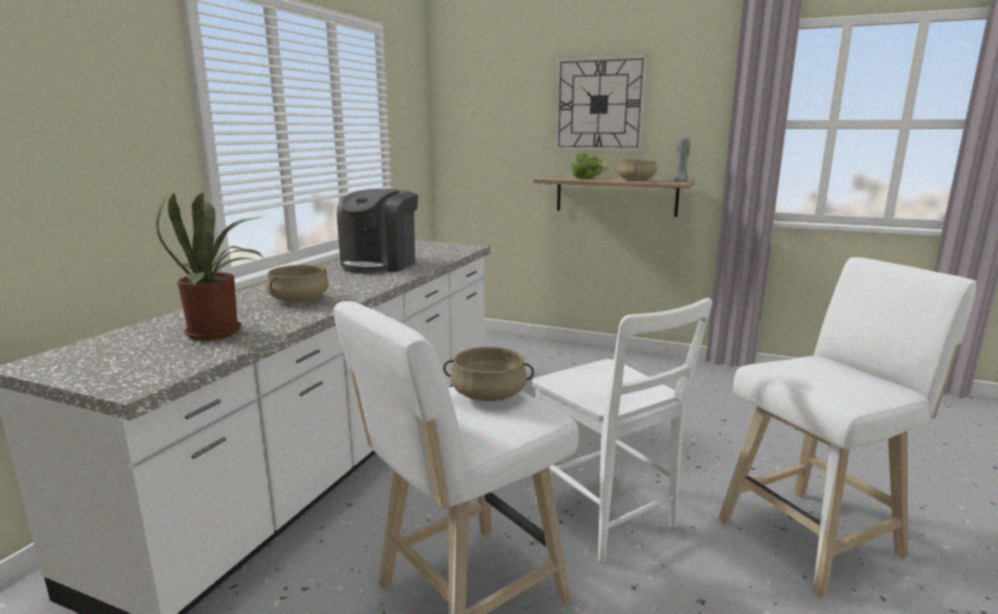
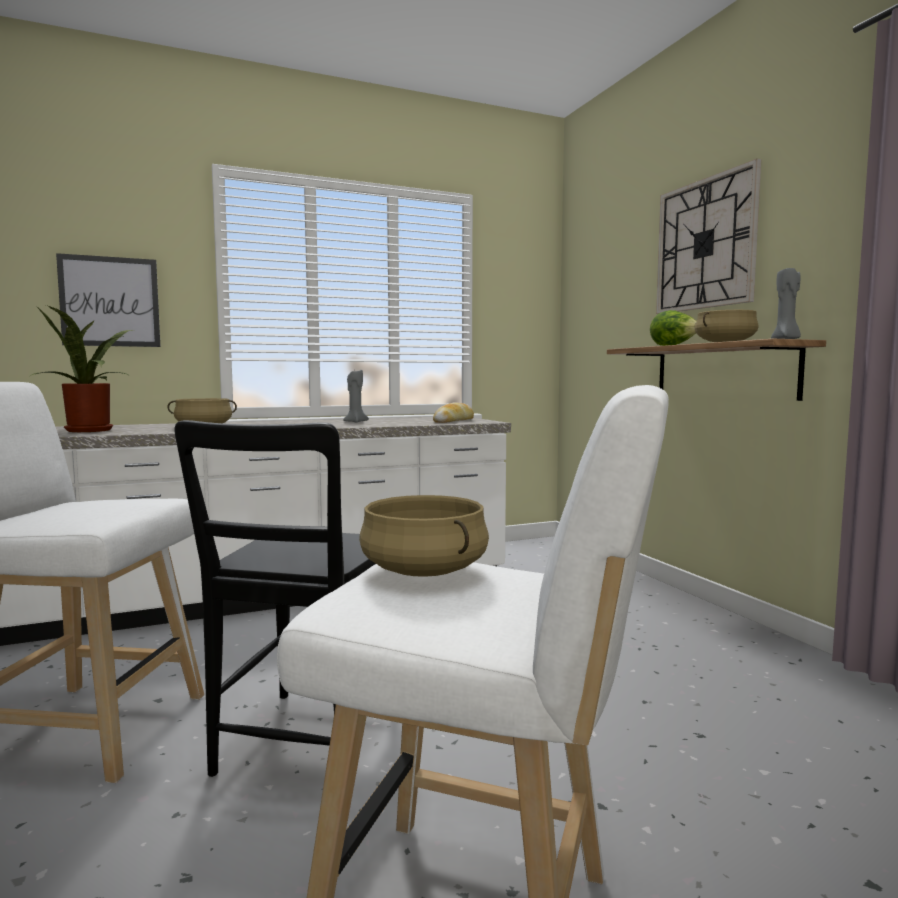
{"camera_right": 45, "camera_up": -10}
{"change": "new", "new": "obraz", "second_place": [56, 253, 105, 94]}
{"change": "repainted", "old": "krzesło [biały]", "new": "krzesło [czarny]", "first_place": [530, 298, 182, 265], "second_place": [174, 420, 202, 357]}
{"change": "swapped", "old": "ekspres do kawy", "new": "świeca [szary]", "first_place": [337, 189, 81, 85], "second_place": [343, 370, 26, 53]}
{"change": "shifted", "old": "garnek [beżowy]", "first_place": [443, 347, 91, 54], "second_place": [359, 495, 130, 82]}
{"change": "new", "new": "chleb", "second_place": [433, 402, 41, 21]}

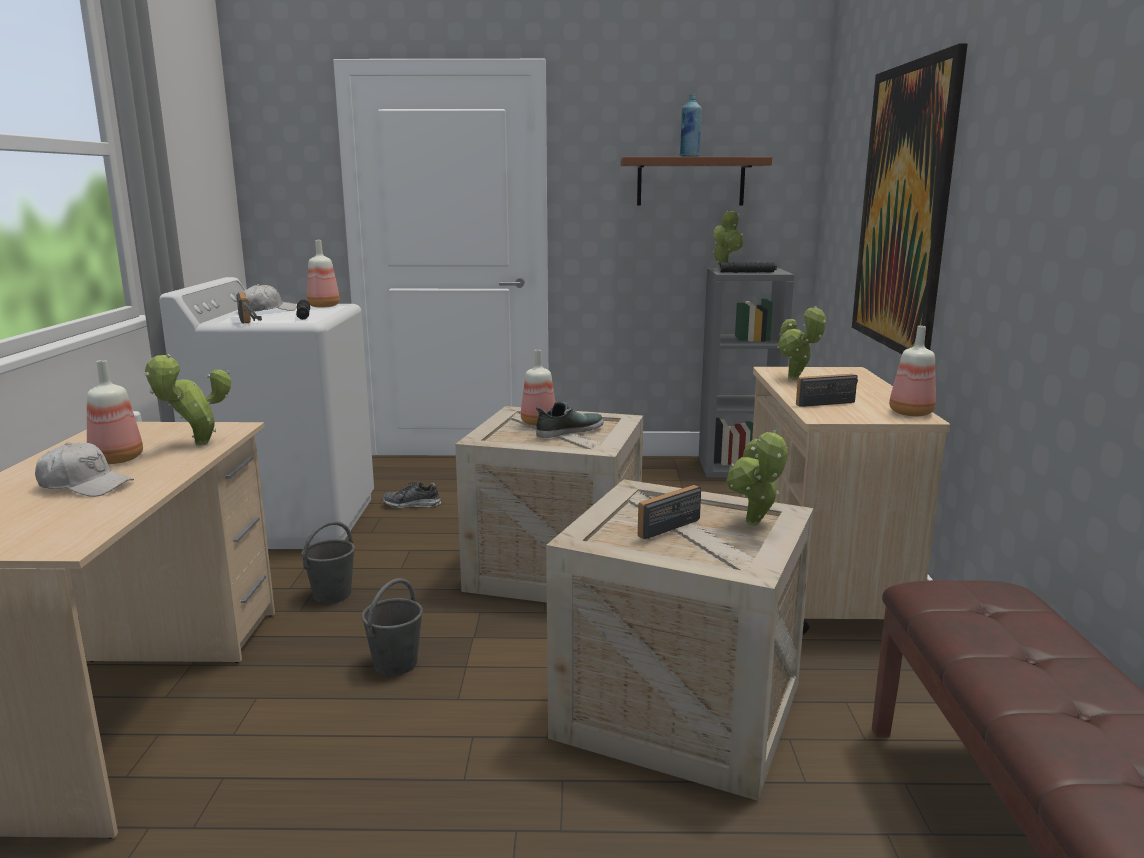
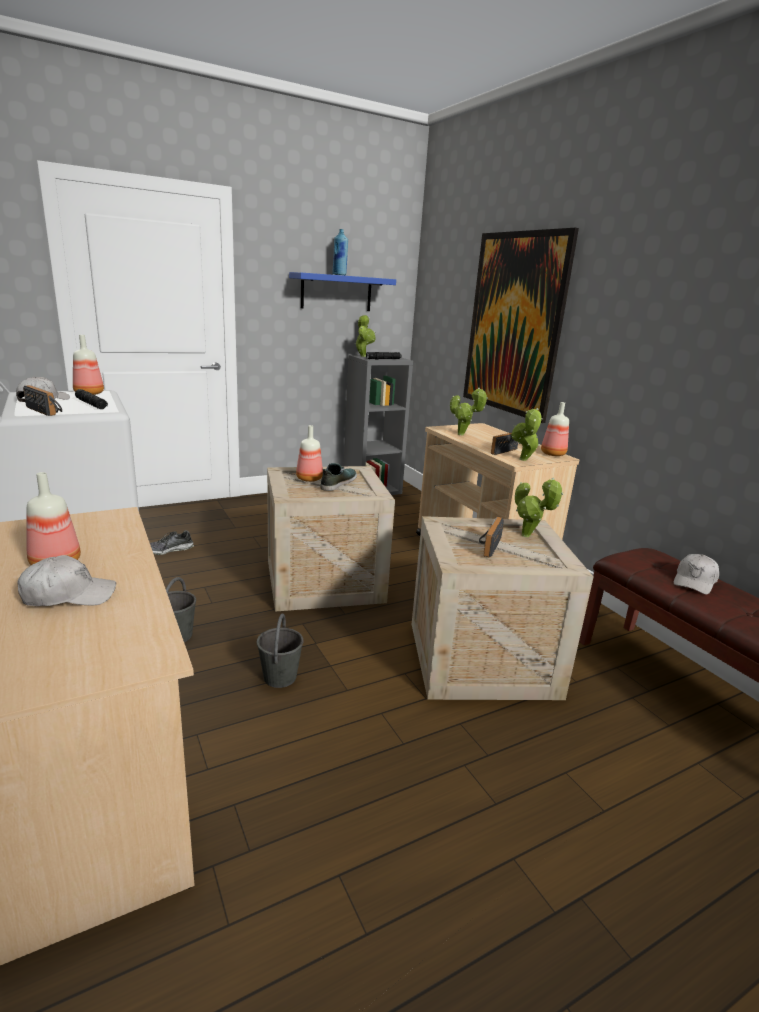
{"camera_right": -30, "camera_up": 5}
{"change": "repainted", "old": "półka [brązowy]", "new": "półka [niebieski]", "first_place": [621, 157, 151, 49], "second_place": [289, 272, 107, 39]}
{"change": "shifted", "old": "roślina doniczkowa", "first_place": [145, 354, 86, 91], "second_place": [511, 408, 31, 53]}
{"change": "new", "new": "czapka z daszkiem [biały]", "second_place": [674, 554, 45, 41]}

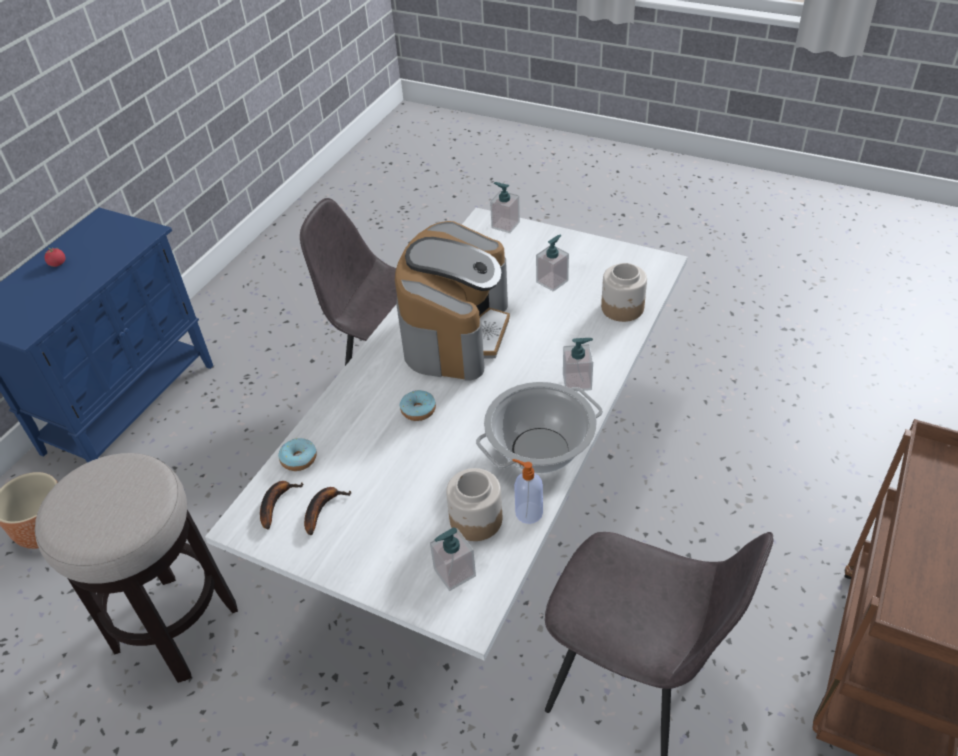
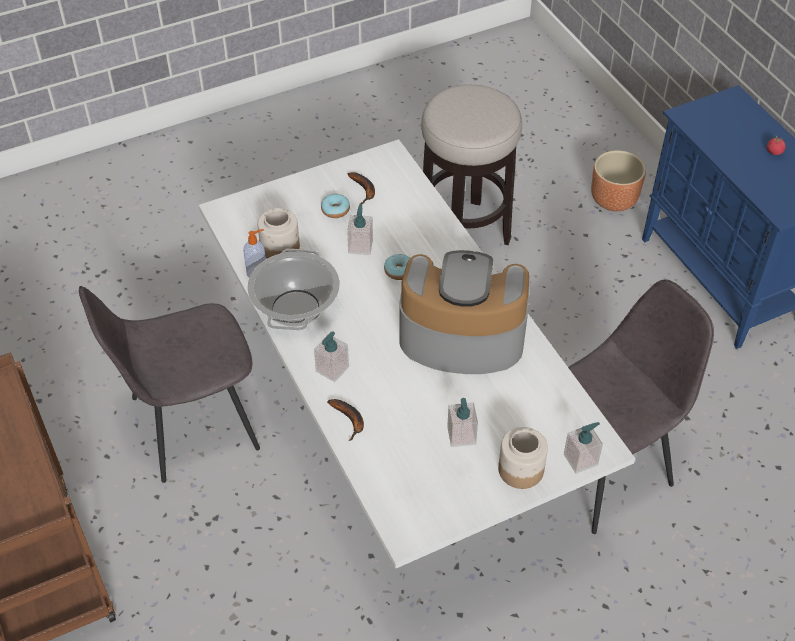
{"camera_right": 125, "camera_up": 5}
{"change": "shifted", "old": "donut", "first_place": [278, 438, 39, 33], "second_place": [321, 194, 29, 24]}
{"change": "shifted", "old": "banan", "first_place": [260, 481, 44, 48], "second_place": [327, 399, 37, 42]}
{"change": "shifted", "old": "dozownik mydła", "first_place": [430, 527, 46, 64], "second_place": [347, 204, 26, 51]}
{"change": "rotated", "old": "ekspres do kawy", "first_place": [395, 221, 115, 160], "second_place": [399, 250, 131, 124], "degrees": 135}
{"change": "shifted", "old": "słoik", "first_place": [601, 263, 46, 59], "second_place": [498, 427, 50, 62]}

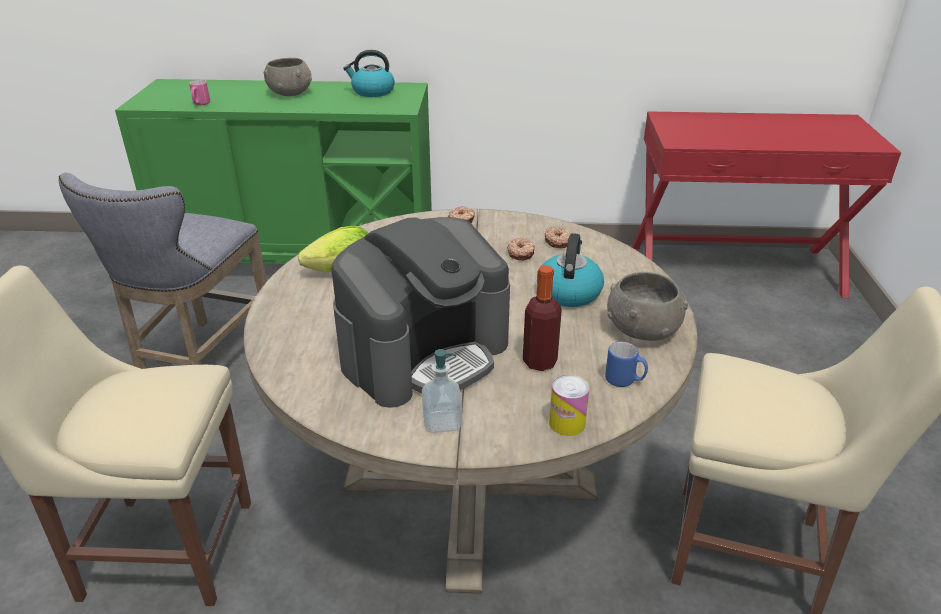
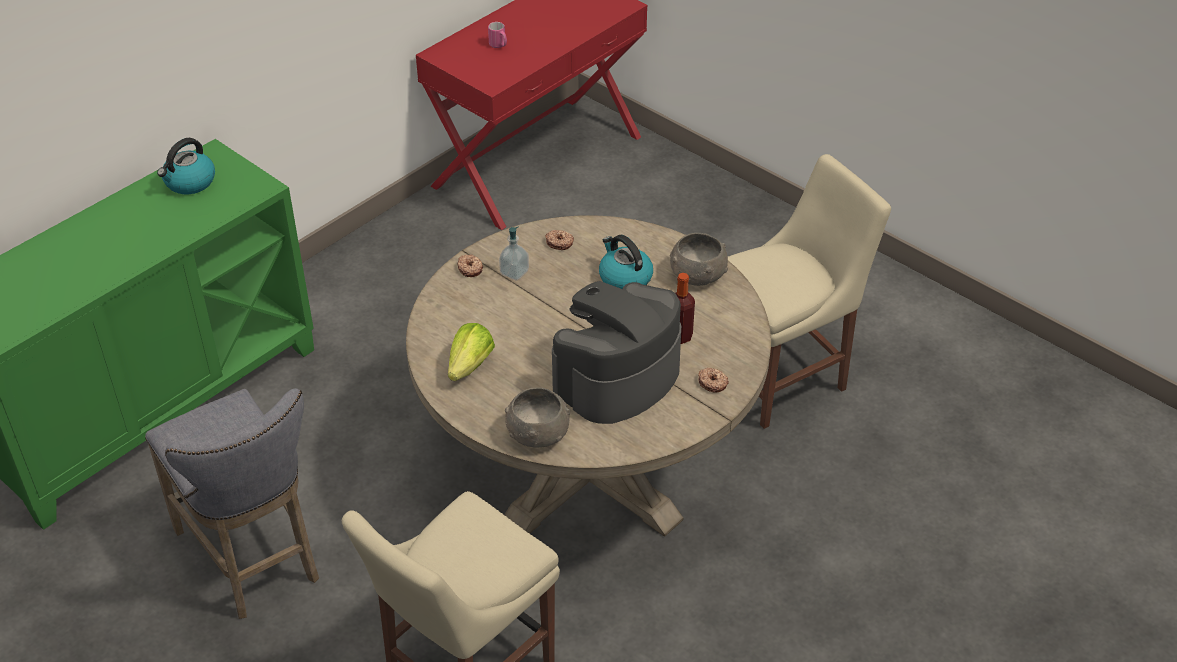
{"camera_right": -50, "camera_up": 10}
{"change": "shifted", "old": "kubek [różowy]", "first_place": [189, 80, 21, 25], "second_place": [488, 22, 19, 26]}
{"change": "shifted", "old": "dozownik mydła", "first_place": [422, 349, 40, 84], "second_place": [499, 227, 30, 54]}
{"change": "shifted", "old": "miska [szary]", "first_place": [264, 58, 48, 38], "second_place": [505, 387, 65, 60]}
{"change": "rotated", "old": "ekspres do kawy", "first_place": [331, 217, 179, 191], "second_place": [552, 281, 129, 143], "degrees": -135}
{"change": "shifted", "old": "donut", "first_place": [507, 238, 28, 22], "second_place": [698, 368, 31, 25]}
{"change": "gone", "old": "puszka", "first_place": [549, 374, 41, 62]}
{"change": "gone", "old": "kubek [niebieski]", "first_place": [605, 341, 43, 46]}

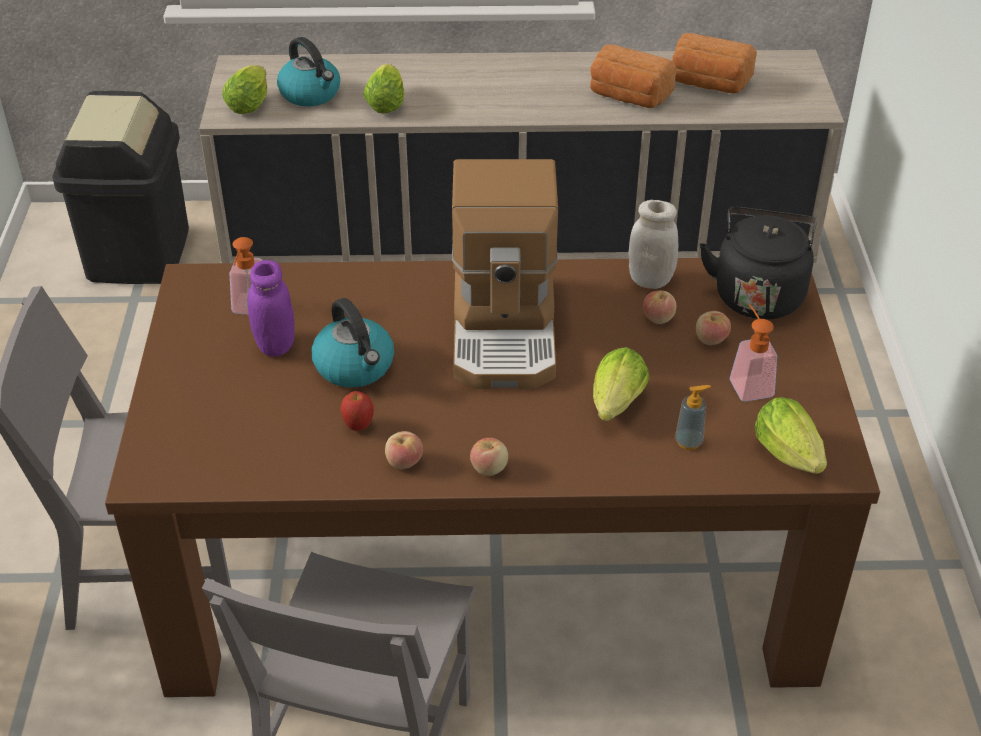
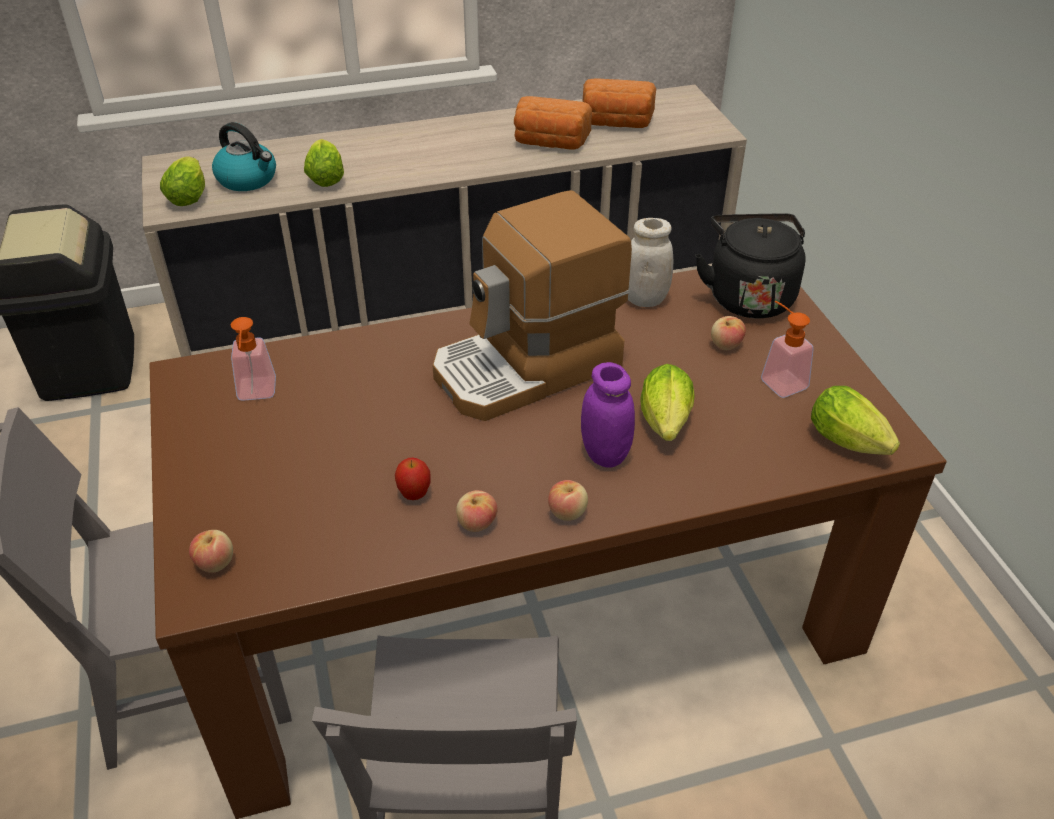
{"camera_right": -15, "camera_up": 0}
{"change": "shifted", "old": "jabłko", "first_place": [643, 291, 33, 33], "second_place": [189, 530, 44, 43]}
{"change": "rotated", "old": "ekspres do kawy", "first_place": [452, 159, 106, 230], "second_place": [432, 190, 200, 231], "degrees": 75}
{"change": "shifted", "old": "słoik [fioletowy]", "first_place": [247, 260, 48, 97], "second_place": [581, 362, 54, 105]}
{"change": "gone", "old": "czajnik", "first_place": [311, 298, 83, 90]}
{"change": "gone", "old": "dozownik mydła", "first_place": [675, 385, 36, 65]}

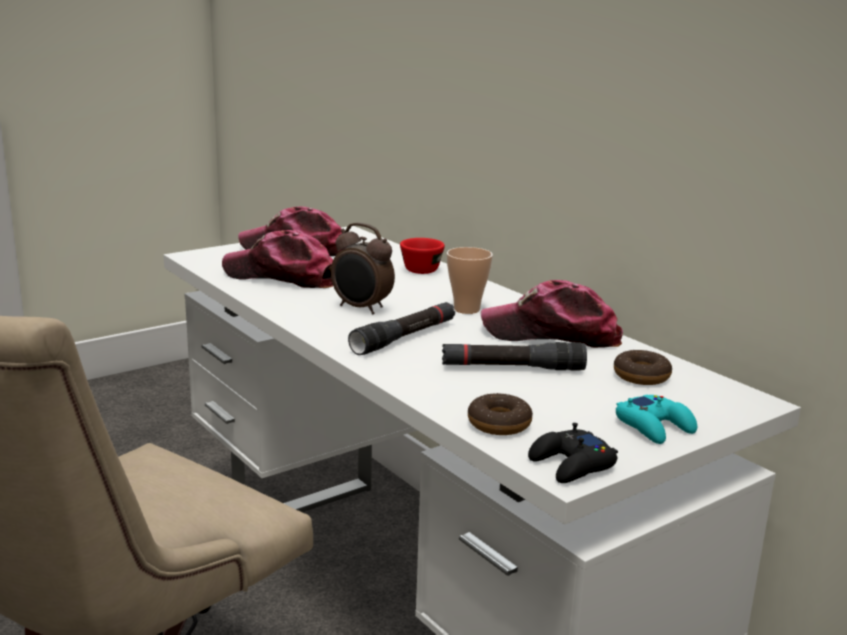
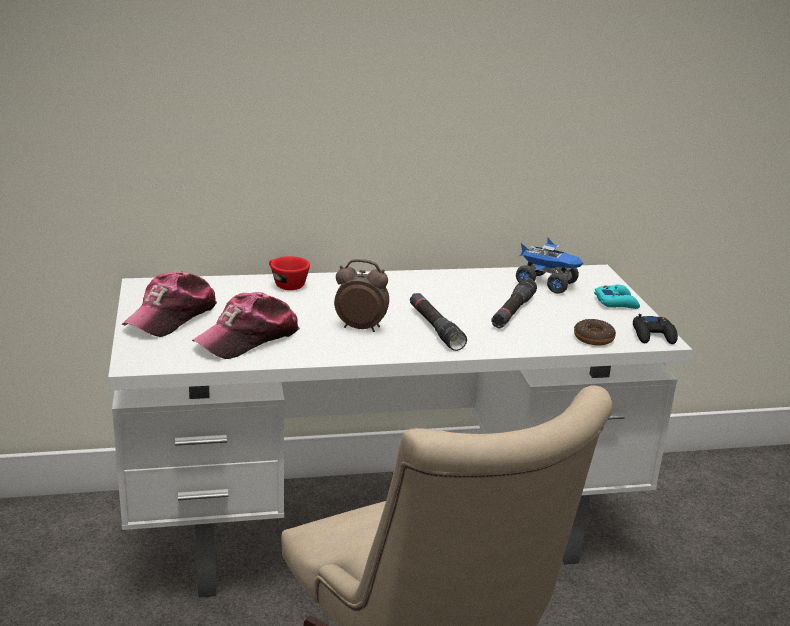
{"camera_right": -65, "camera_up": 5}
{"change": "rotated", "old": "budzik", "first_place": [331, 223, 64, 91], "second_place": [334, 259, 55, 73], "degrees": -135}
{"change": "swapped", "old": "donut", "new": "ciężarówka zabawkowa", "first_place": [614, 350, 58, 35], "second_place": [516, 237, 67, 57]}
{"change": "gone", "old": "filiżanka", "first_place": [447, 247, 46, 67]}
{"change": "gone", "old": "czapka z daszkiem", "first_place": [481, 280, 142, 68]}

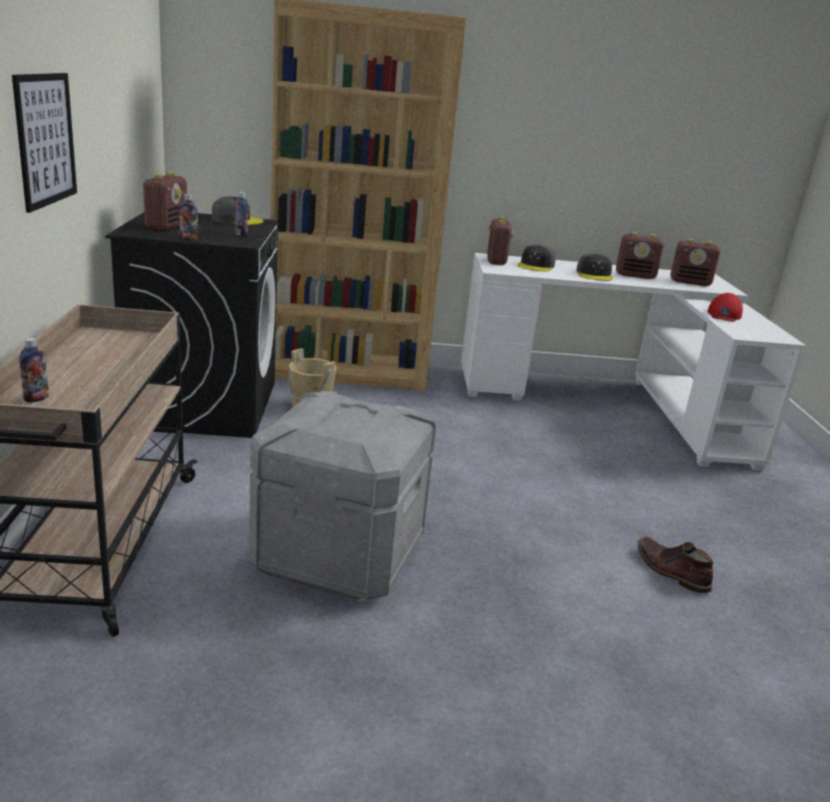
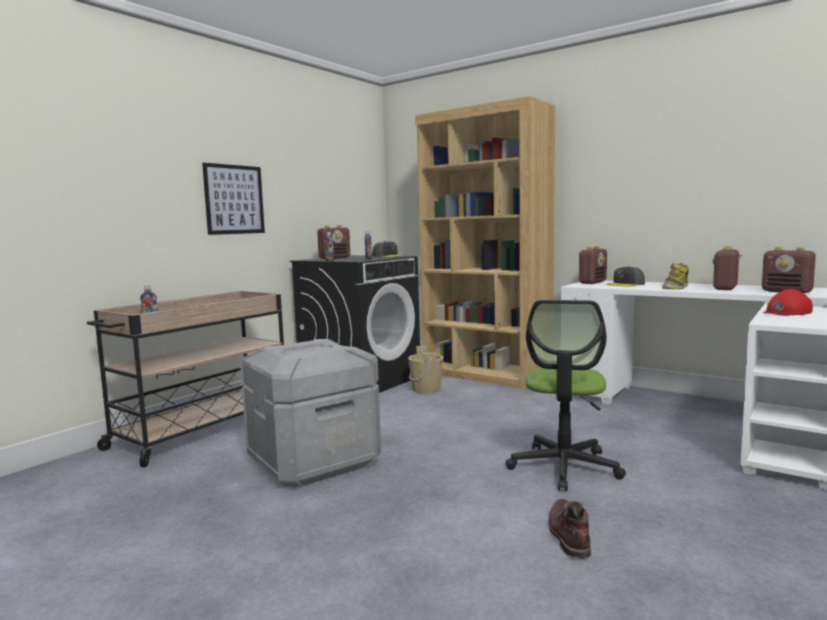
{"camera_right": 40, "camera_up": -15}
{"change": "new", "new": "krzesło biurowe", "second_place": [505, 300, 121, 191]}
{"change": "swapped", "old": "czapka z daszkiem [szary]", "new": "but z cholewką", "first_place": [576, 253, 37, 28], "second_place": [662, 263, 27, 26]}
{"change": "rotated", "old": "radio", "first_place": [616, 232, 48, 47], "second_place": [712, 246, 30, 44], "degrees": 75}

